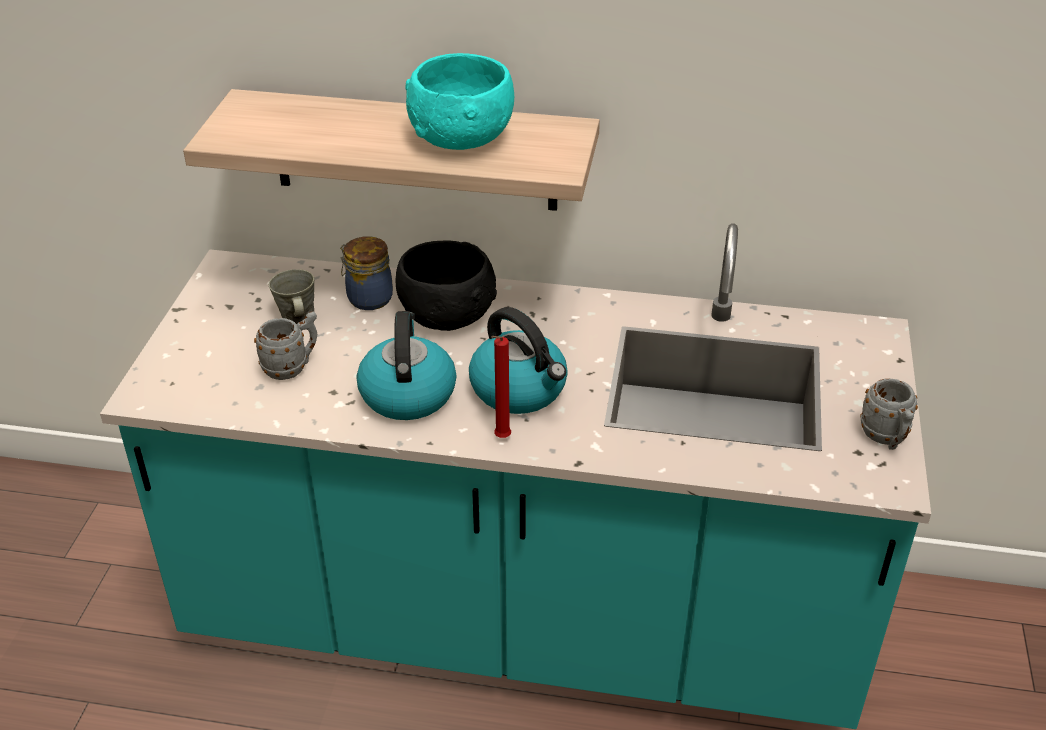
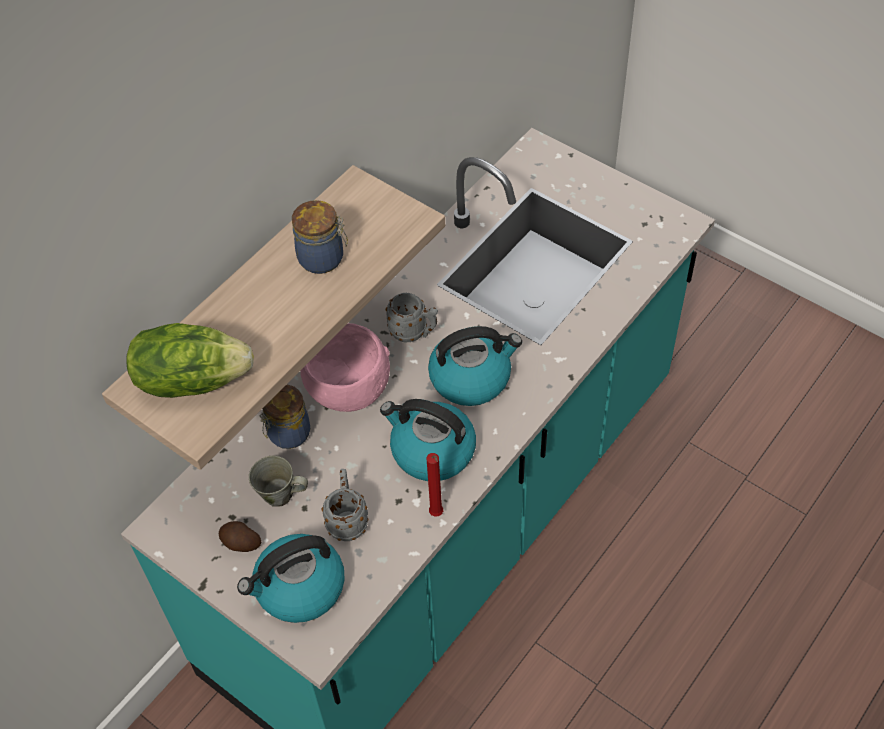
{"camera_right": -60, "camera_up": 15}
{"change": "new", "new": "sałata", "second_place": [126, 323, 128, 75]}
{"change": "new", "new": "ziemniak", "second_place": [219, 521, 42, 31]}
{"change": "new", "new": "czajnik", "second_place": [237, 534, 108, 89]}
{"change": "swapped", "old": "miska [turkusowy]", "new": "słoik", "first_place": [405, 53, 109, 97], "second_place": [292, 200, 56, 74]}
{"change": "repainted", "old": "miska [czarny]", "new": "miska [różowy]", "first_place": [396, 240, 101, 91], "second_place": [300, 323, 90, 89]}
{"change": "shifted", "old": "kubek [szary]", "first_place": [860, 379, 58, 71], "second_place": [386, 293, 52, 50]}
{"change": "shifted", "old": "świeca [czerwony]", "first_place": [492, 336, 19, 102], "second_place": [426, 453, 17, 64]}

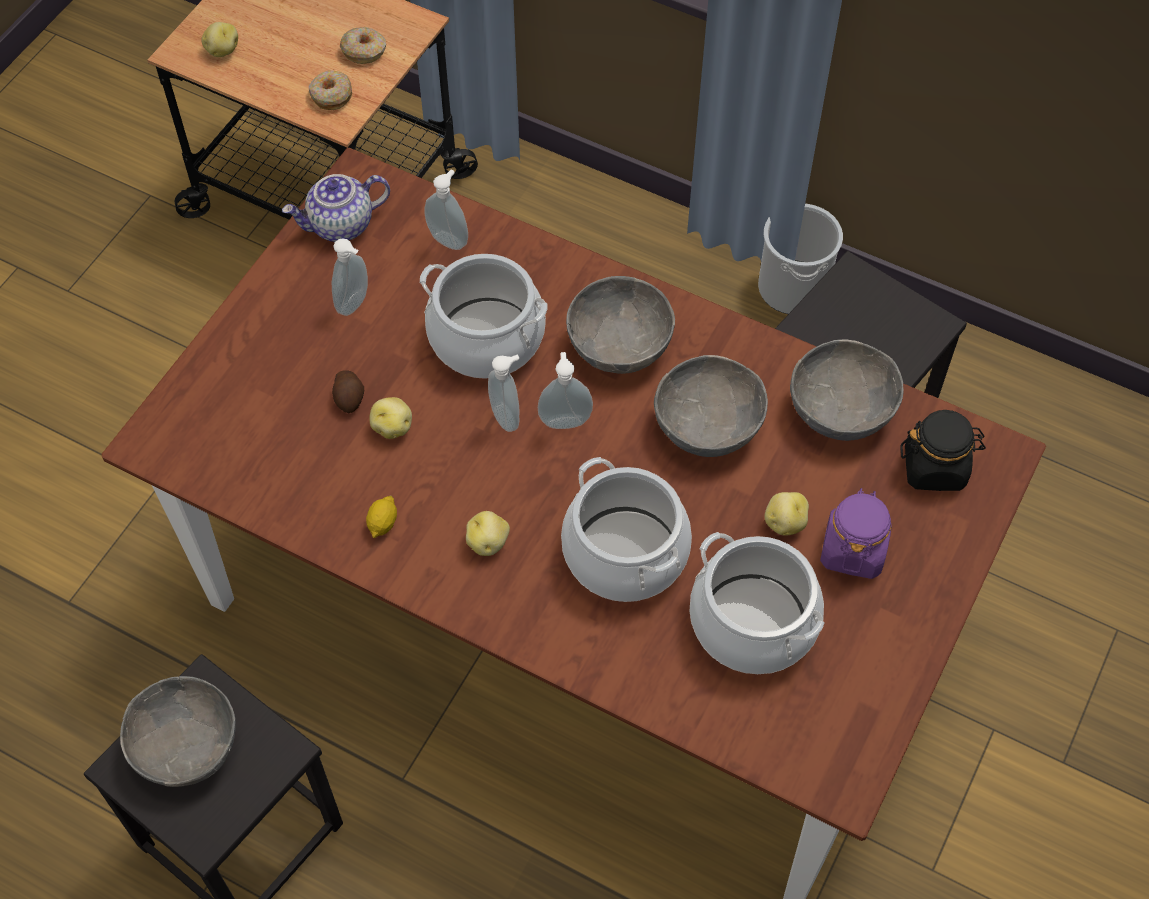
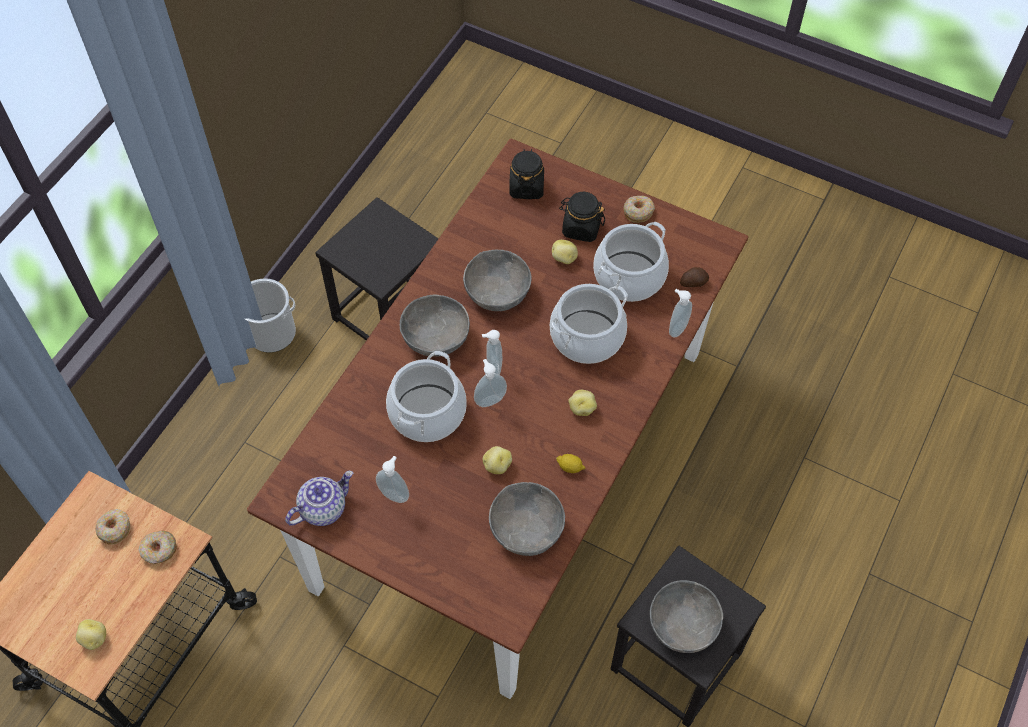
{"camera_right": -90, "camera_up": 0}
{"change": "rotated", "old": "imbryk", "first_place": [282, 174, 108, 68], "second_place": [285, 471, 68, 55], "degrees": -105}
{"change": "shifted", "old": "miska [szary]", "first_place": [790, 340, 114, 101], "second_place": [489, 482, 76, 74]}
{"change": "repainted", "old": "słoik [fioletowy]", "new": "słoik [czarny]", "first_place": [820, 488, 72, 91], "second_place": [559, 192, 46, 50]}
{"change": "new", "new": "donut", "second_place": [623, 196, 32, 27]}
{"change": "shifted", "old": "dozownik mydła", "first_place": [425, 169, 43, 81], "second_place": [669, 289, 23, 49]}
{"change": "shifted", "old": "ziemniak", "first_place": [332, 370, 32, 43], "second_place": [680, 267, 29, 20]}

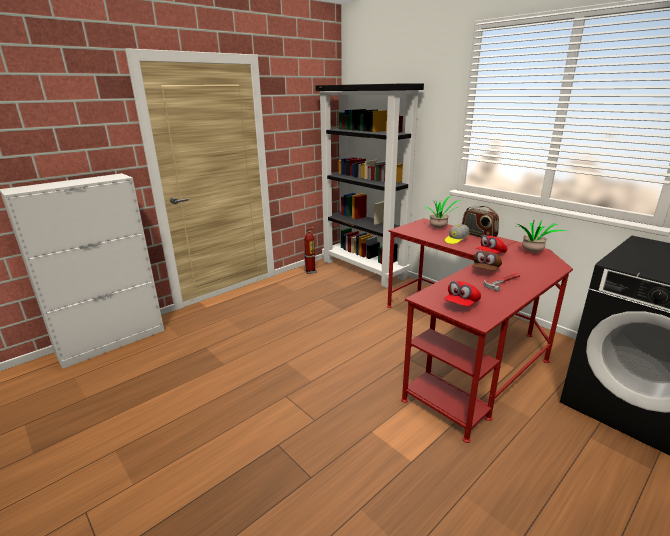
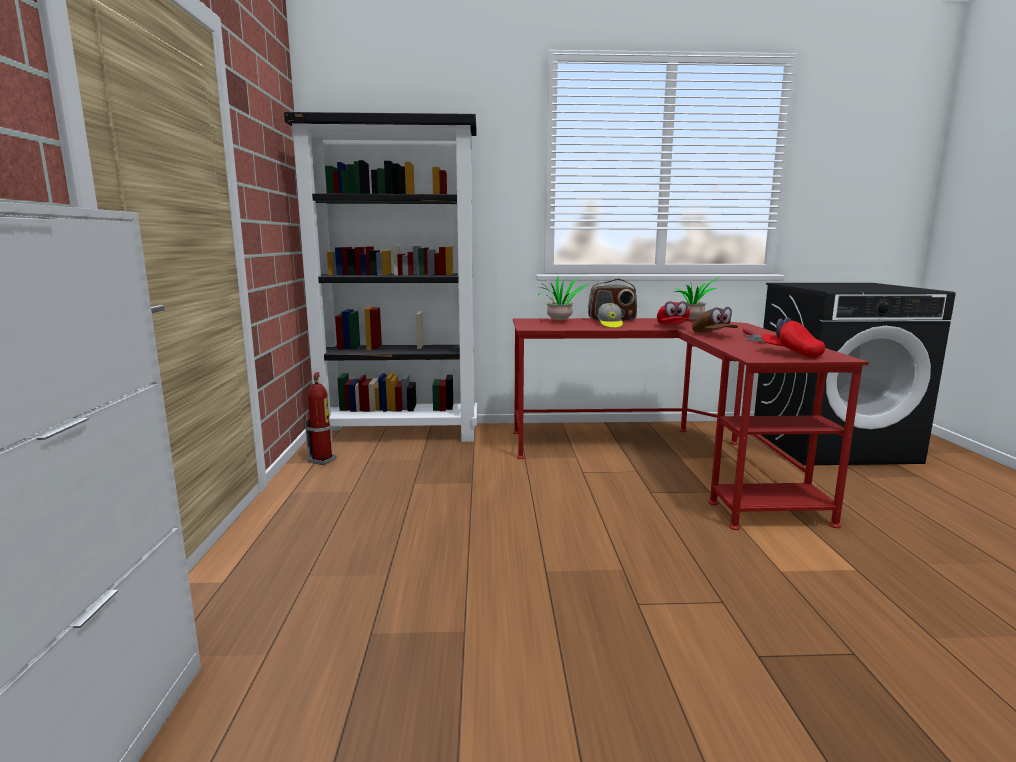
{"camera_right": -50, "camera_up": -10}
{"change": "rotated", "old": "czapka z daszkiem [czerwony]", "first_place": [444, 281, 37, 26], "second_place": [761, 317, 64, 41], "degrees": 150}

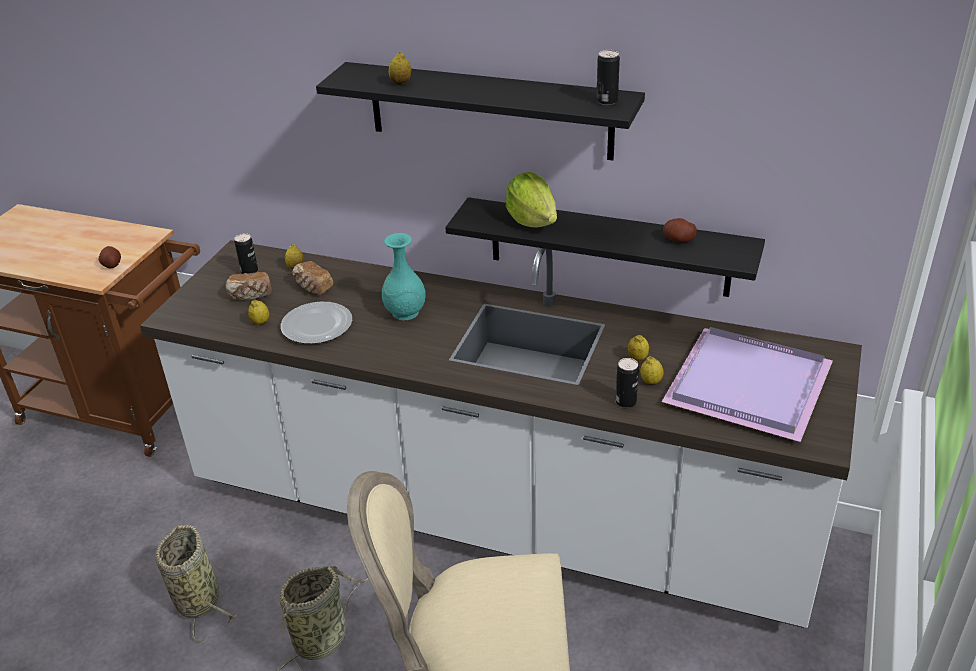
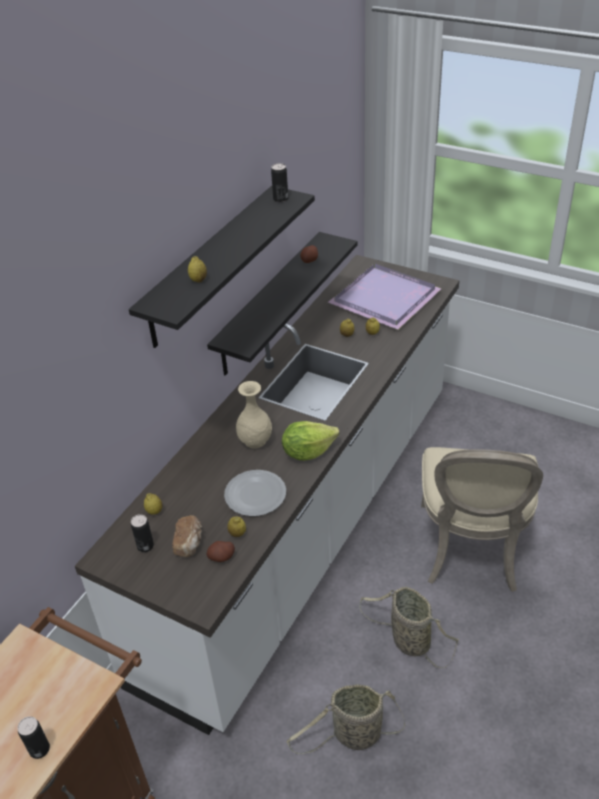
{"camera_right": -80, "camera_up": 5}
{"change": "shifted", "old": "puszka", "first_place": [616, 358, 23, 50], "second_place": [17, 716, 33, 43]}
{"change": "shifted", "old": "ziemniak", "first_place": [99, 246, 22, 22], "second_place": [206, 541, 29, 21]}
{"change": "repainted", "old": "wazon [turkusowy]", "new": "wazon [beżowy]", "first_place": [382, 233, 44, 87], "second_place": [236, 381, 36, 68]}
{"change": "shifted", "old": "sałata", "first_place": [506, 172, 51, 56], "second_place": [282, 421, 57, 39]}
{"change": "gone", "old": "chleb", "first_place": [293, 261, 40, 34]}

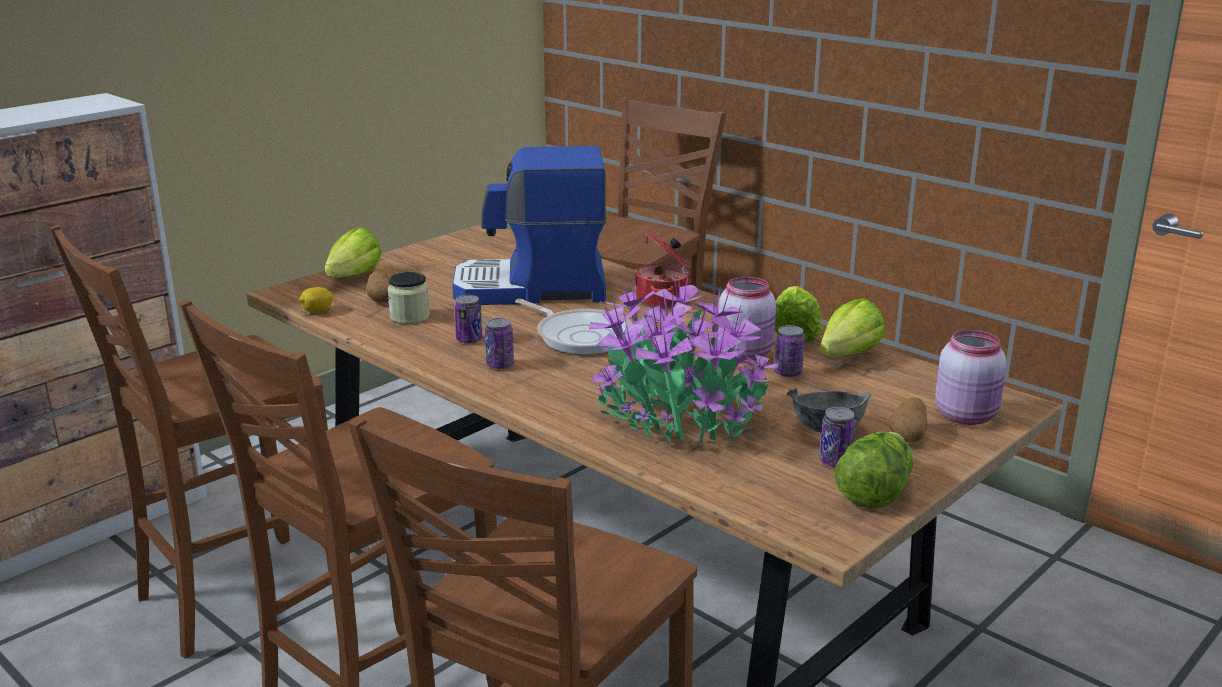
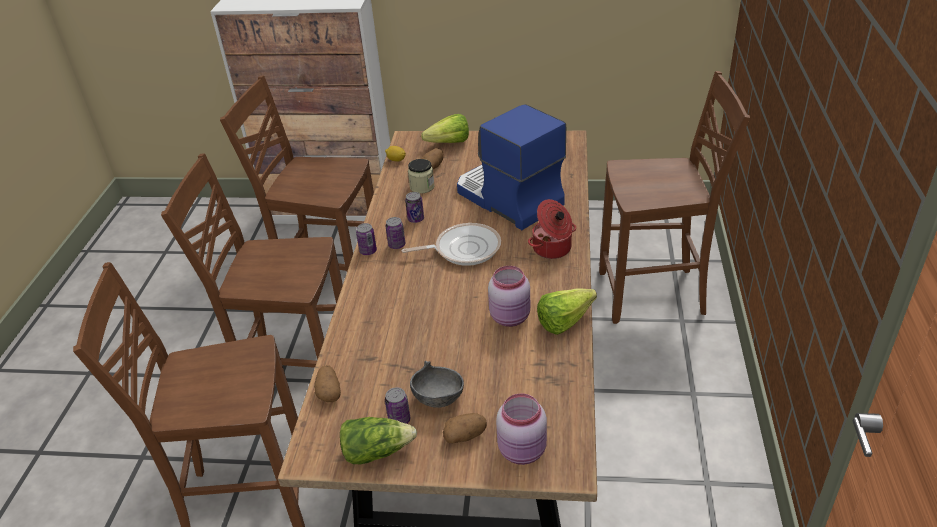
{"camera_right": 55, "camera_up": 15}
{"change": "new", "new": "ziemniak", "second_place": [314, 365, 27, 37]}
{"change": "shifted", "old": "puszka", "first_place": [774, 325, 31, 52], "second_place": [356, 223, 21, 32]}
{"change": "rotated", "old": "patelnia", "first_place": [515, 299, 118, 55], "second_place": [402, 223, 99, 43], "degrees": -105}
{"change": "gone", "old": "roślina doniczkowa", "first_place": [589, 276, 190, 169]}
{"change": "gone", "old": "sałata", "first_place": [820, 298, 65, 59]}

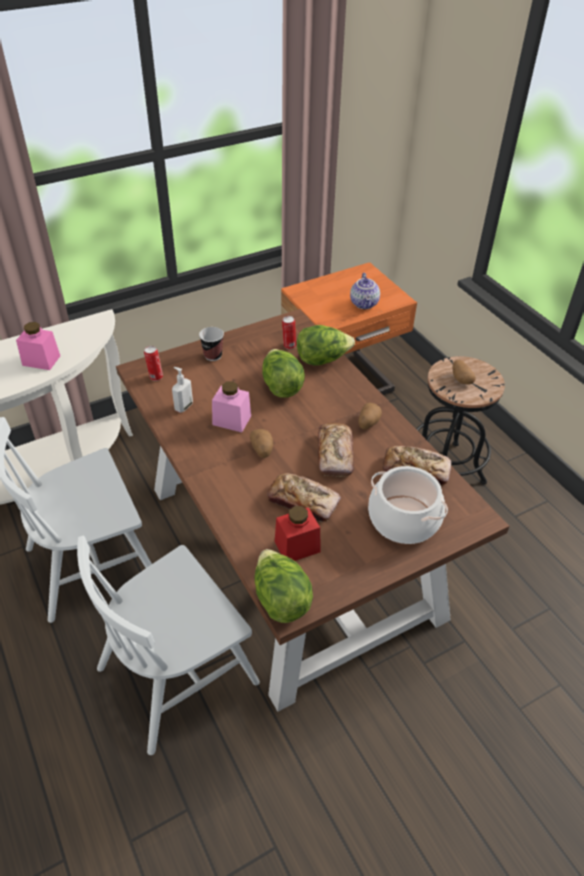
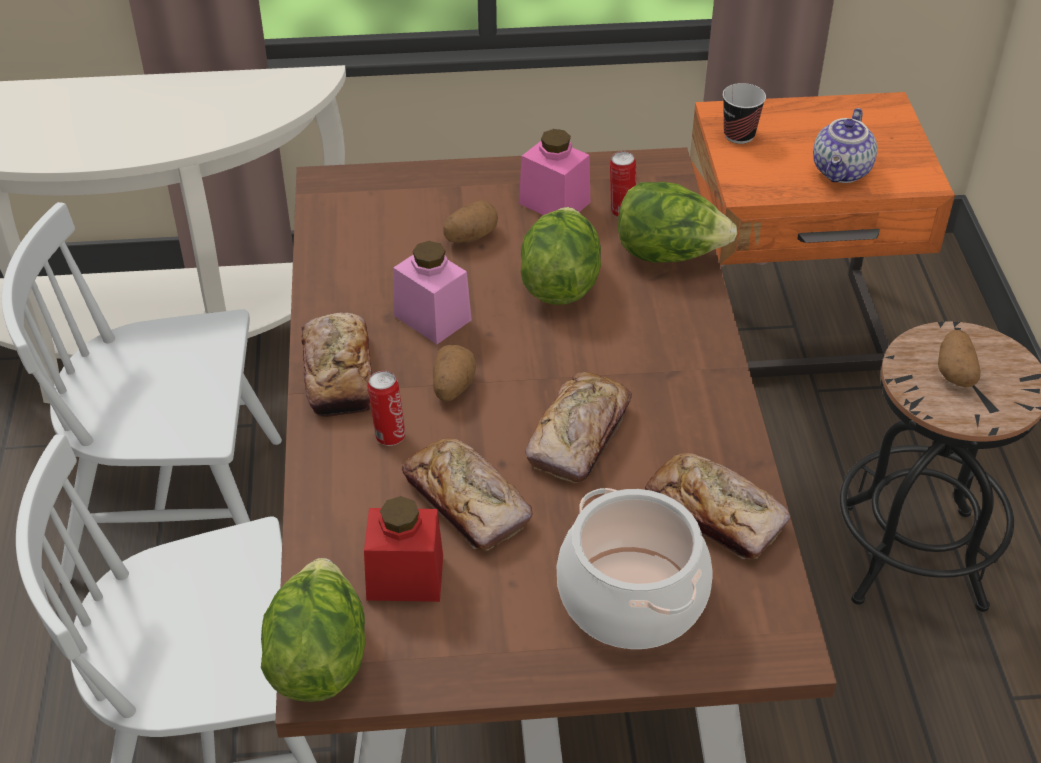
{"camera_right": 25, "camera_up": 0}
{"change": "new", "new": "chleb", "second_place": [302, 312, 70, 105]}
{"change": "shifted", "old": "puszka", "first_place": [144, 346, 19, 35], "second_place": [368, 371, 37, 75]}
{"change": "shifted", "old": "ziemniak", "first_place": [358, 403, 24, 26], "second_place": [443, 200, 55, 43]}
{"change": "shifted", "old": "słoik [różowy]", "first_place": [16, 322, 44, 48], "second_place": [519, 129, 71, 86]}
{"change": "shifted", "old": "filiżanka", "first_place": [199, 327, 25, 34], "second_place": [722, 83, 44, 61]}
{"change": "gone", "old": "dozownik mydła", "first_place": [172, 367, 21, 46]}

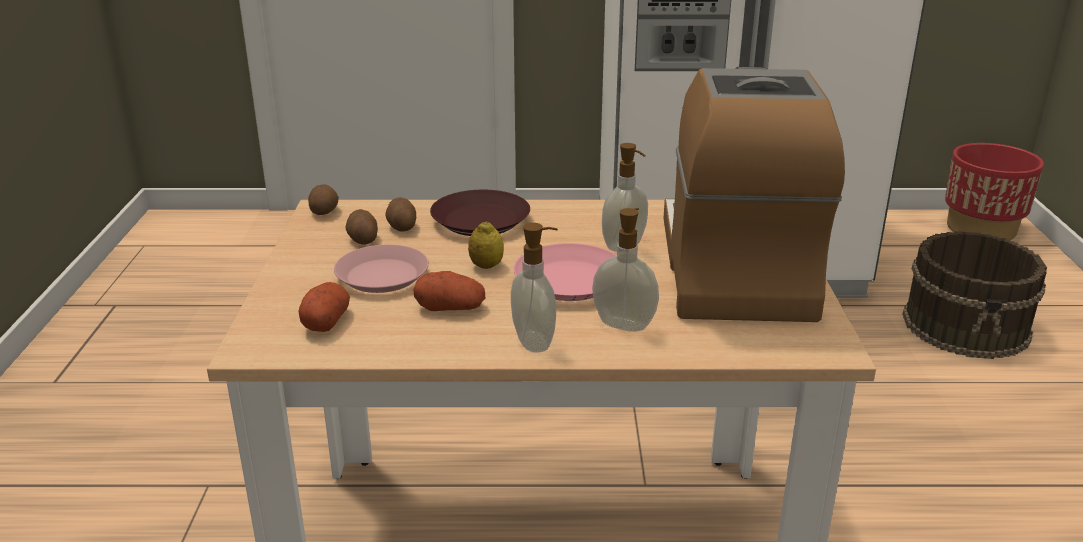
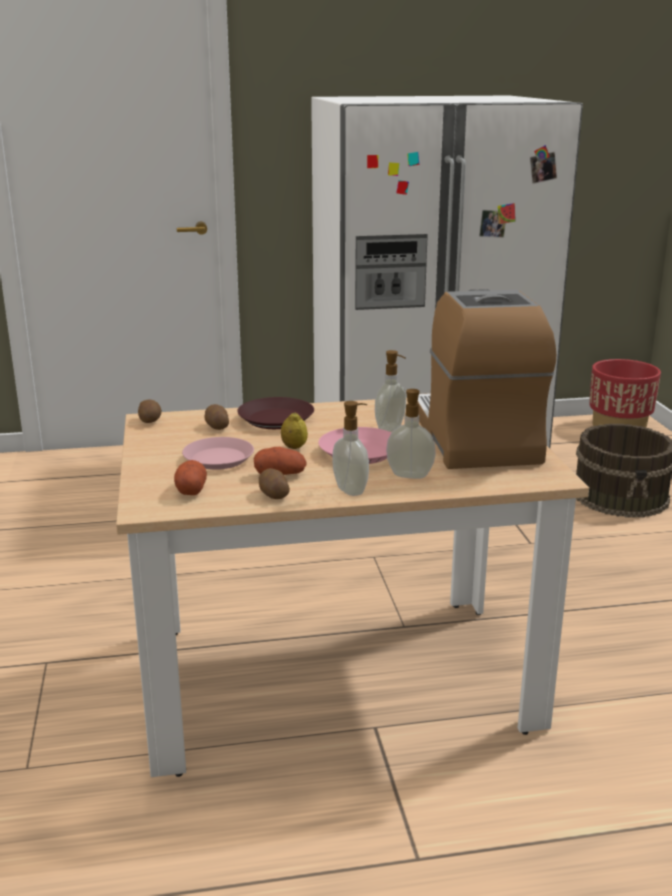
{"camera_right": -10, "camera_up": -5}
{"change": "shifted", "old": "ziemniak", "first_place": [345, 209, 33, 36], "second_place": [259, 468, 31, 31]}

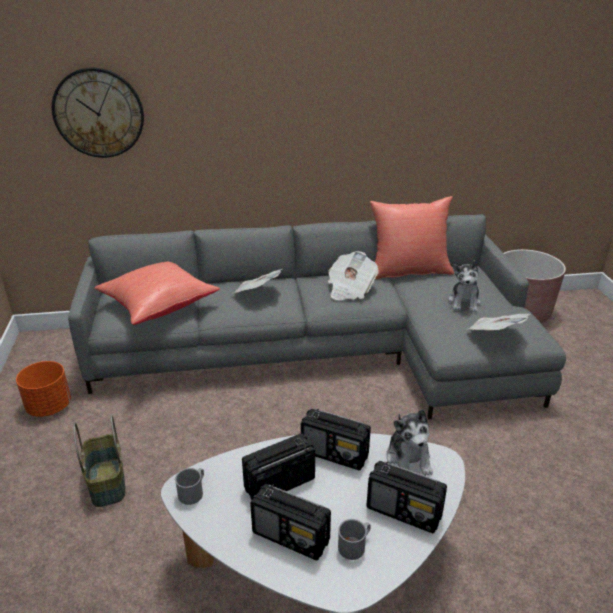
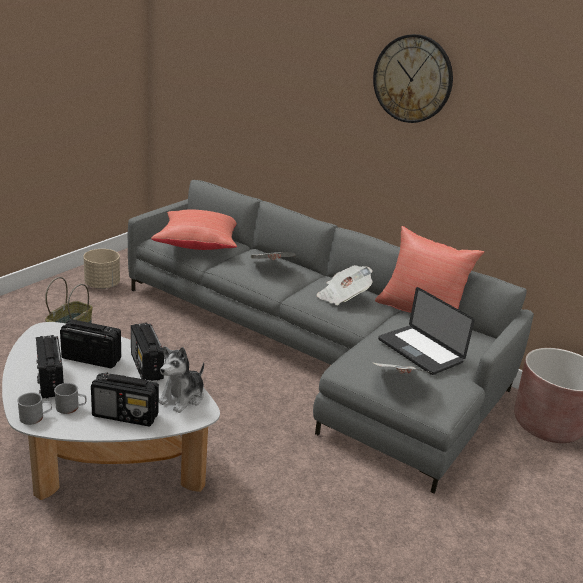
{"camera_right": 40, "camera_up": -5}
{"change": "shifted", "old": "kubek [szary]", "first_place": [175, 468, 29, 37], "second_place": [17, 392, 35, 33]}
{"change": "repainted", "old": "donica [pomarańczowy]", "new": "donica [beżowy]", "first_place": [16, 361, 55, 56], "second_place": [83, 249, 37, 40]}
{"change": "rotated", "old": "radio", "first_place": [366, 461, 81, 72], "second_place": [91, 372, 68, 54], "degrees": -60}
{"change": "shifted", "old": "zegar ścienny", "first_place": [52, 67, 92, 91], "second_place": [373, 34, 80, 89]}
{"change": "swapped", "old": "pluszak", "new": "laptop", "first_place": [448, 260, 33, 52], "second_place": [378, 287, 97, 88]}

